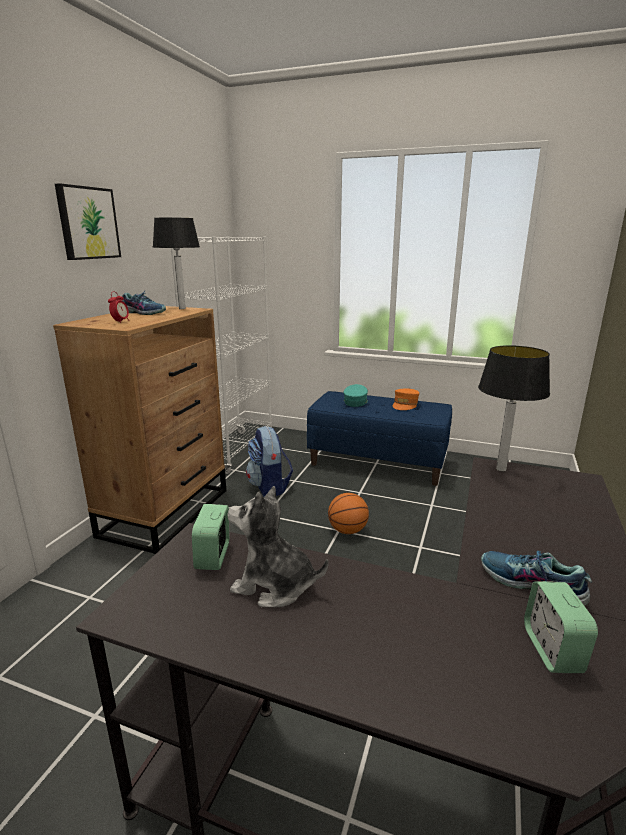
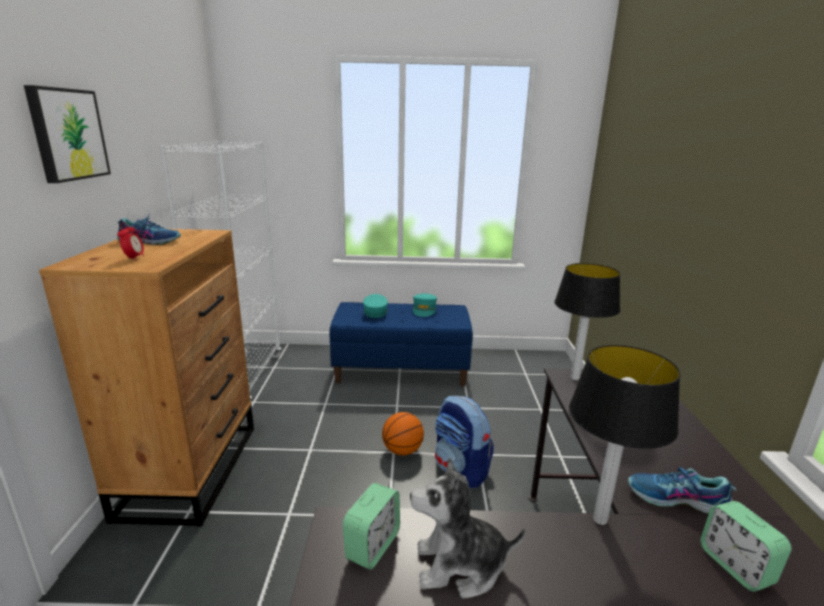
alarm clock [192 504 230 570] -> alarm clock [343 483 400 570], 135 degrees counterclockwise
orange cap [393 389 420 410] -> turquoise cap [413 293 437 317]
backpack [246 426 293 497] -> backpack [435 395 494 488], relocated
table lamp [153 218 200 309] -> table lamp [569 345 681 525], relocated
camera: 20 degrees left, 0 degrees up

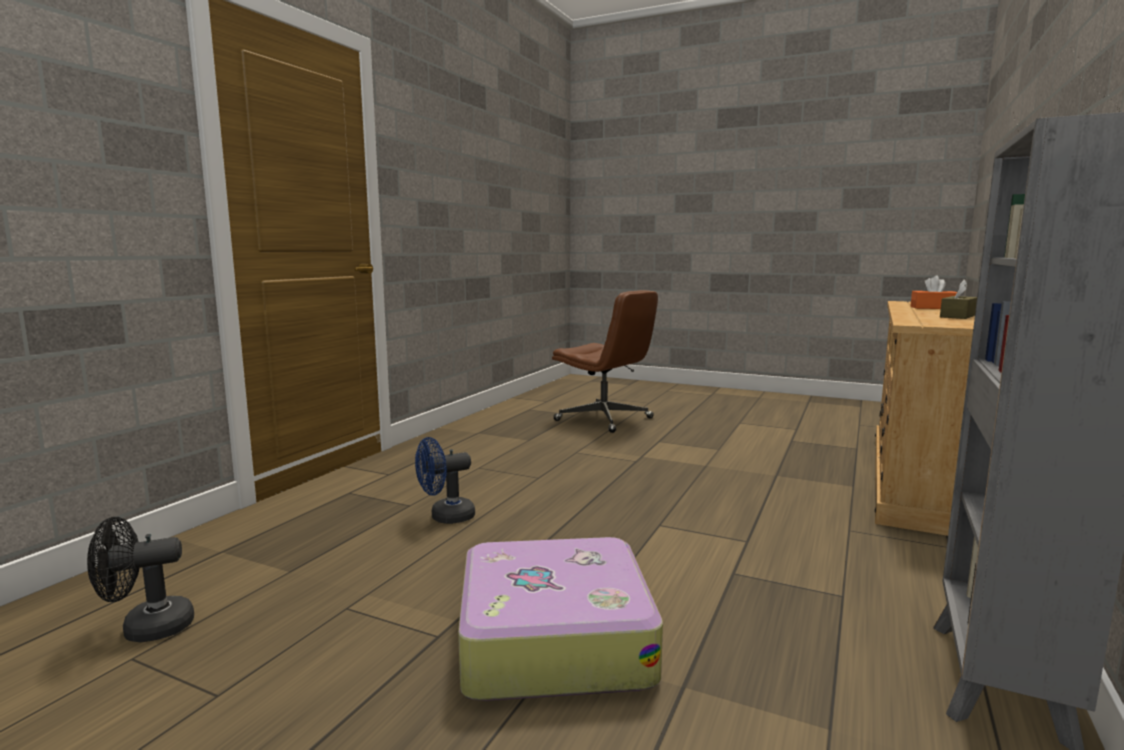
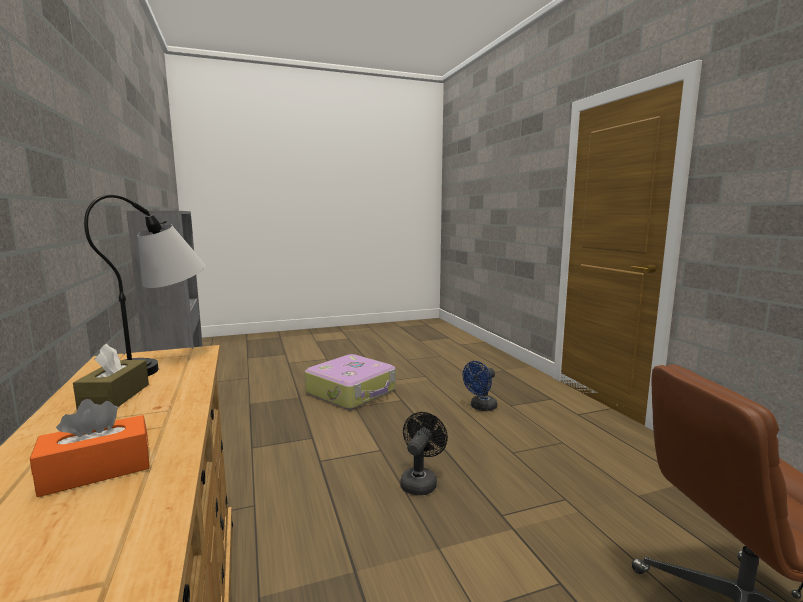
none -> table lamp [84 194 206 376]
black fan [87 517 194 642] -> black fan [400 412 448 495], relocated
blue fan [415 437 475 524] -> blue fan [463 361 497 411], 150 degrees counterclockwise
camera: 135 degrees right, 0 degrees up

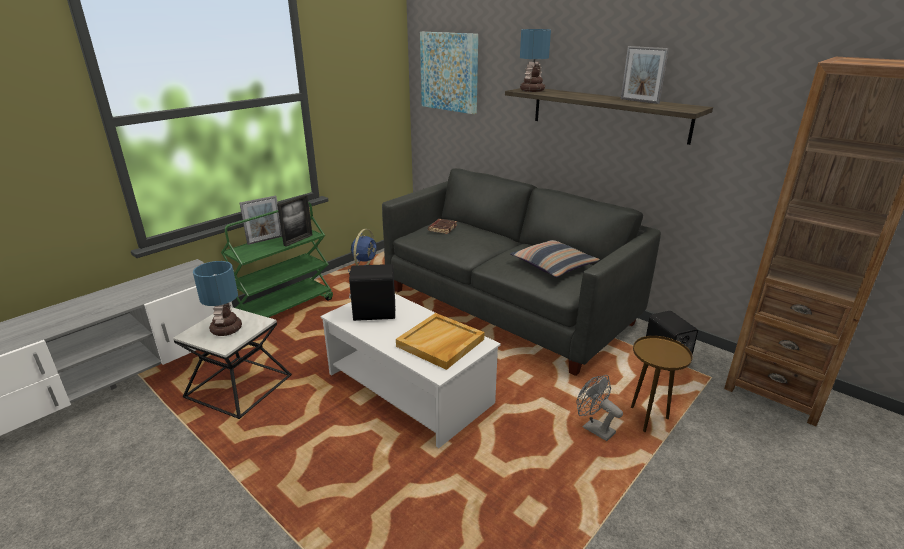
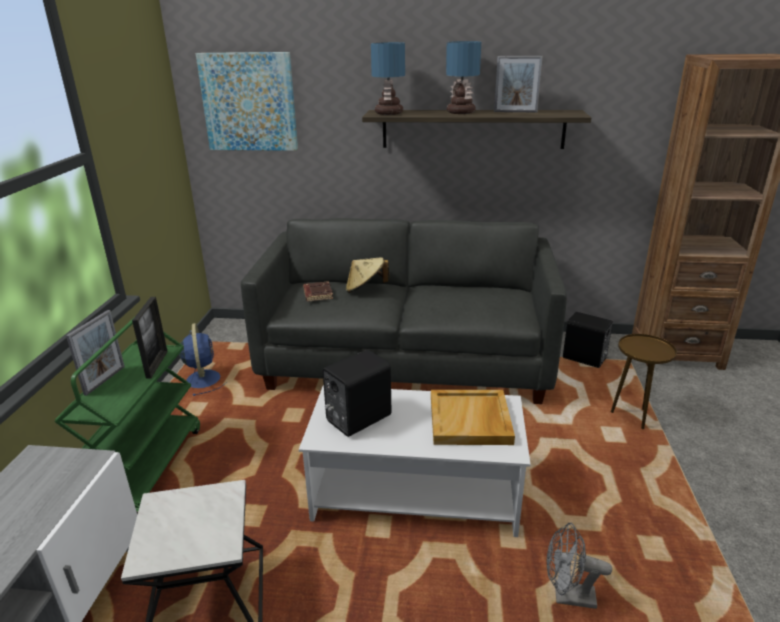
none -> beige hat [346 257 389 293]
table lamp [193 261 242 336] -> table lamp [446 41 481 114], relocated
grey fan [576 375 623 441] -> grey fan [547 523 612 609], relocated
pillow [511 240 600 277] -> none
camera: 35 degrees left, 0 degrees up

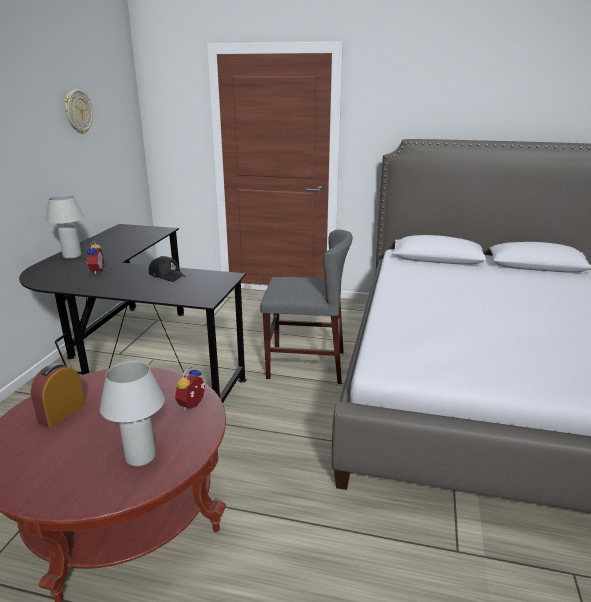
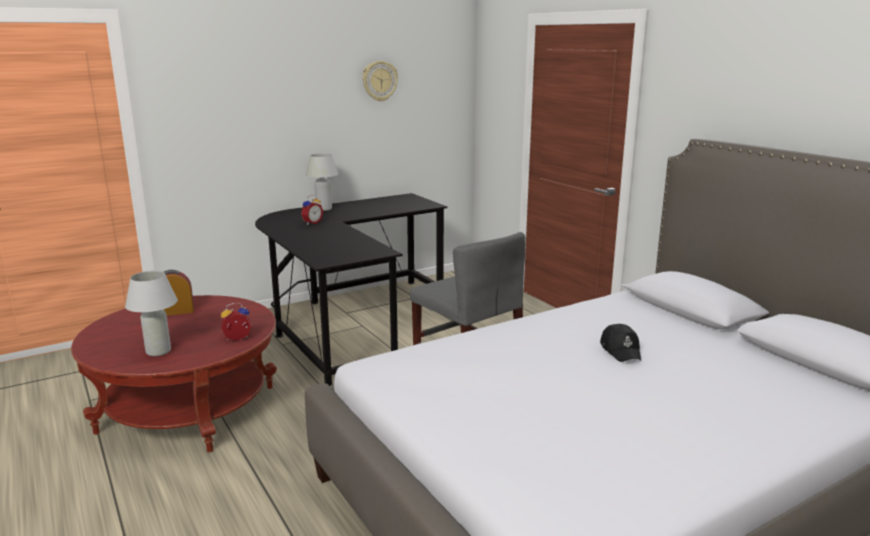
black cap [149 256 186 282] -> black cap [600 324 641 362], relocated
camera: 45 degrees right, 5 degrees down

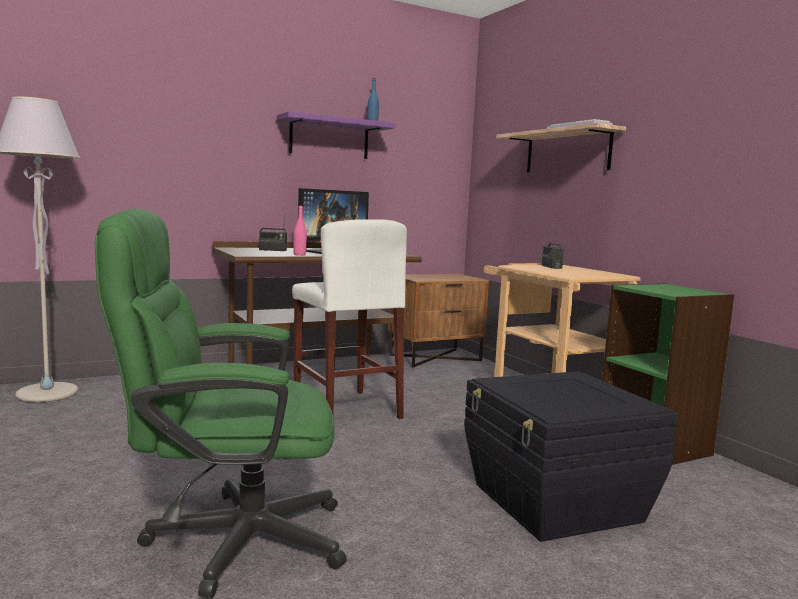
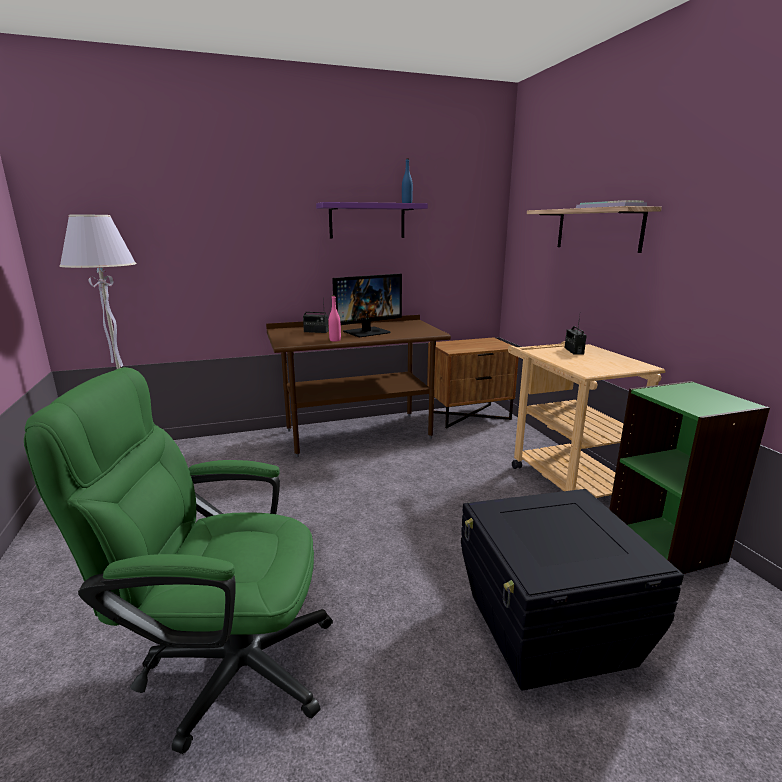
white stool [292 219 407 419] -> none
camera: 10 degrees right, 10 degrees up

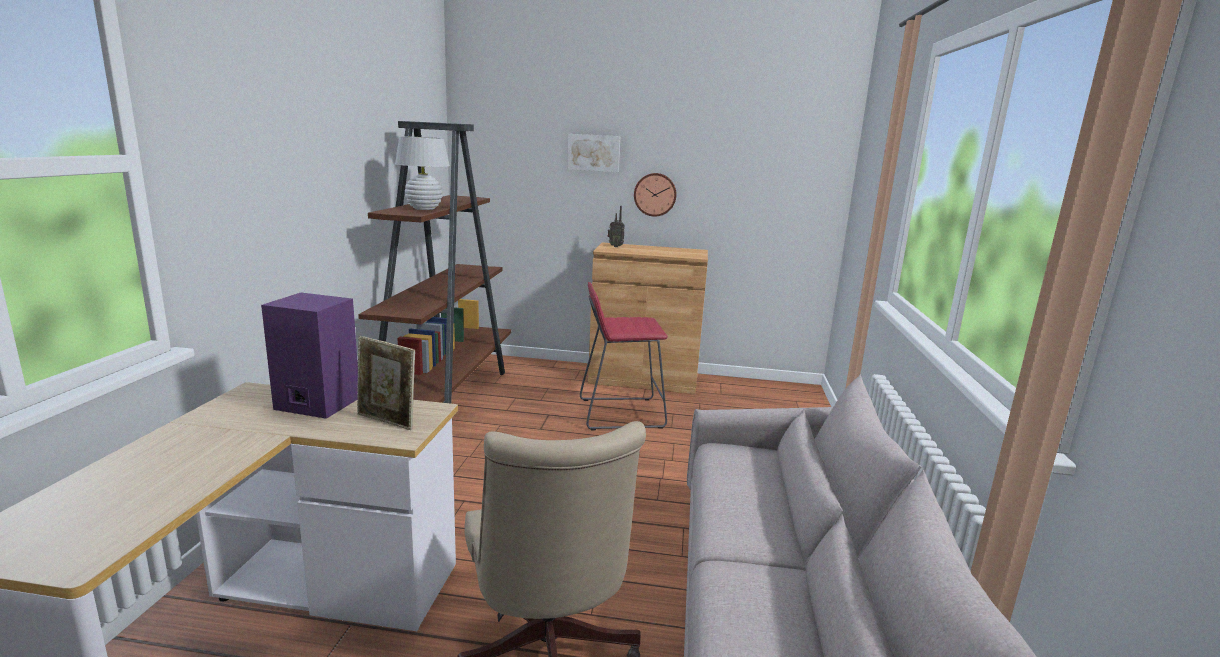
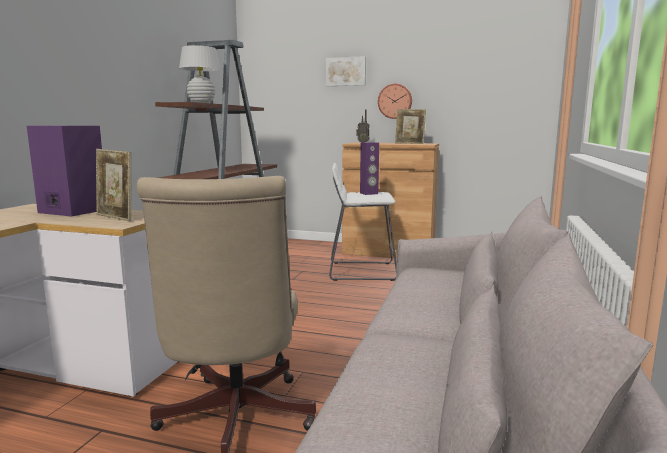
red stool [580 282 668 431] -> white stool [329 163 397 281]
none -> purple speaker [360 142 379 195]
none -> picture frame [395 109 426 144]
camera: 10 degrees right, 5 degrees down

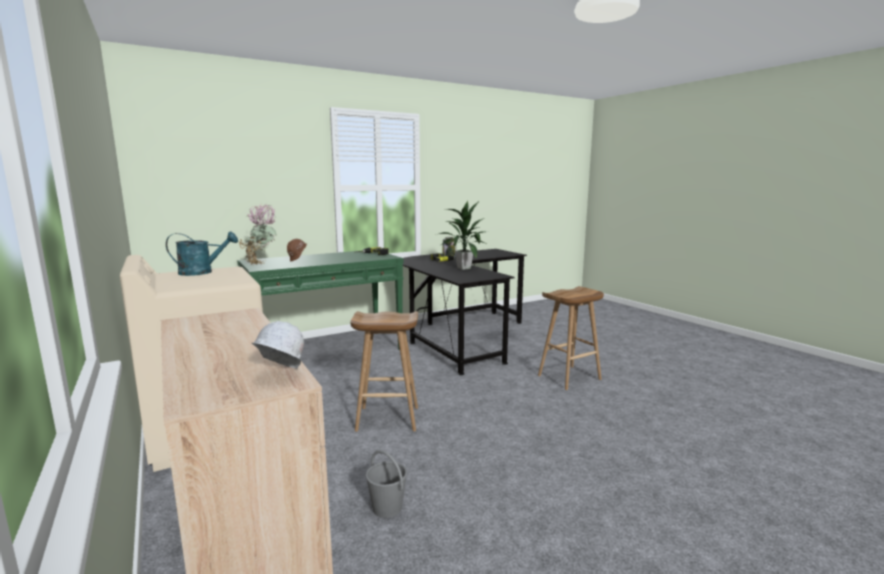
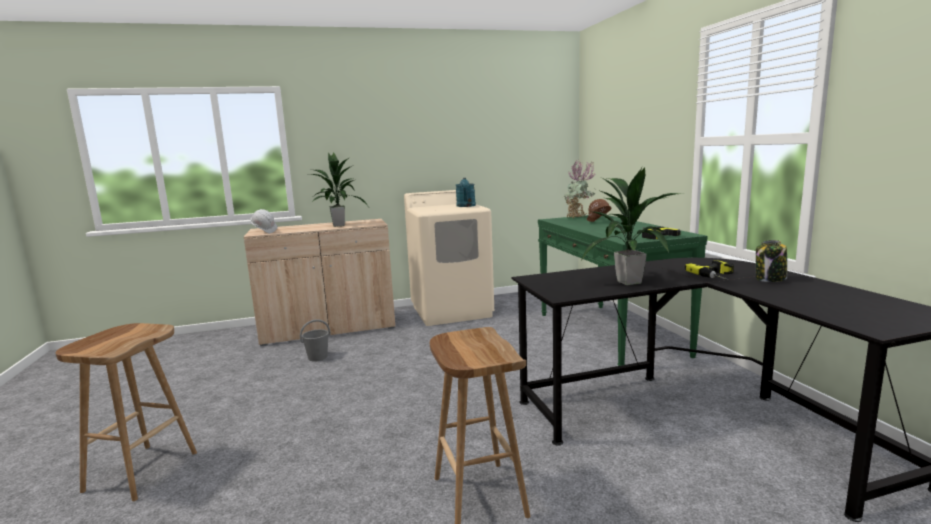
brown stool [350 311 418 432] -> brown stool [55 323 197 501], relocated
none -> potted plant [310 152 368 227]
camera: 105 degrees right, 0 degrees up

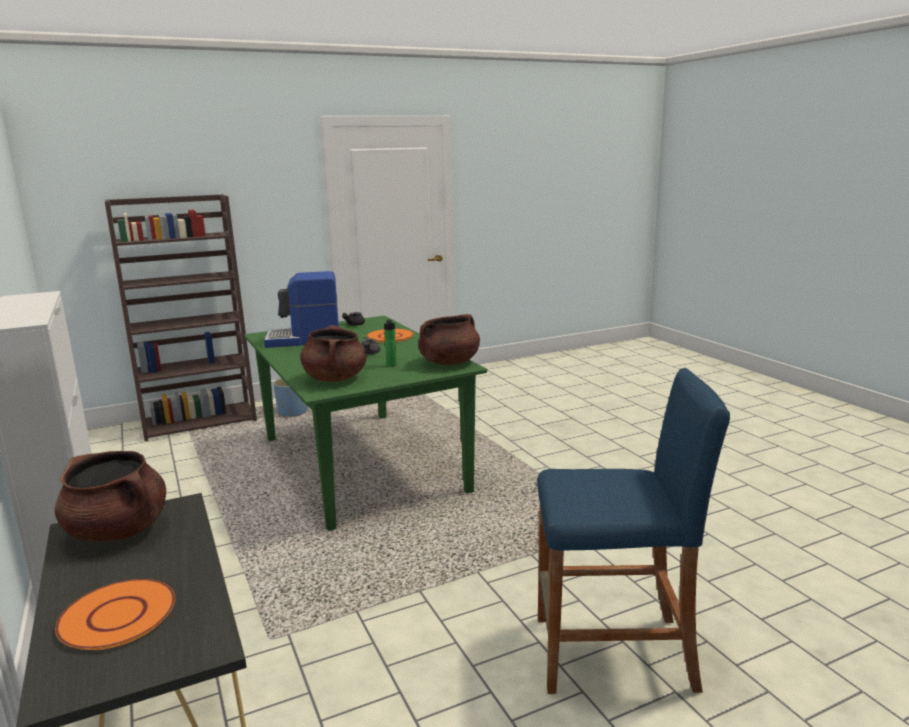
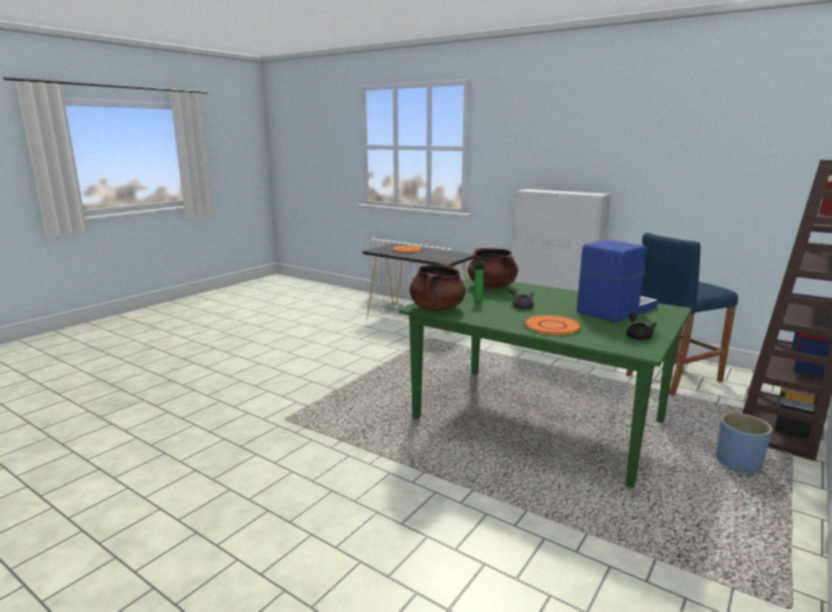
blue stool [537 368 730 694] -> blue stool [626 233 738 396], relocated
brown cooking pot [55 451 166 542] -> none
camera: 150 degrees right, 0 degrees up

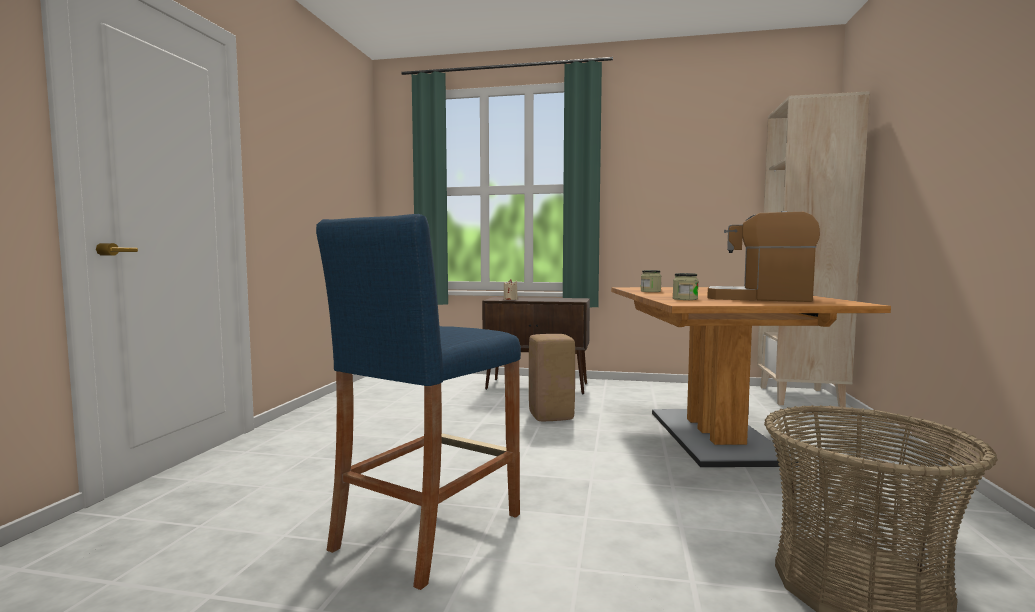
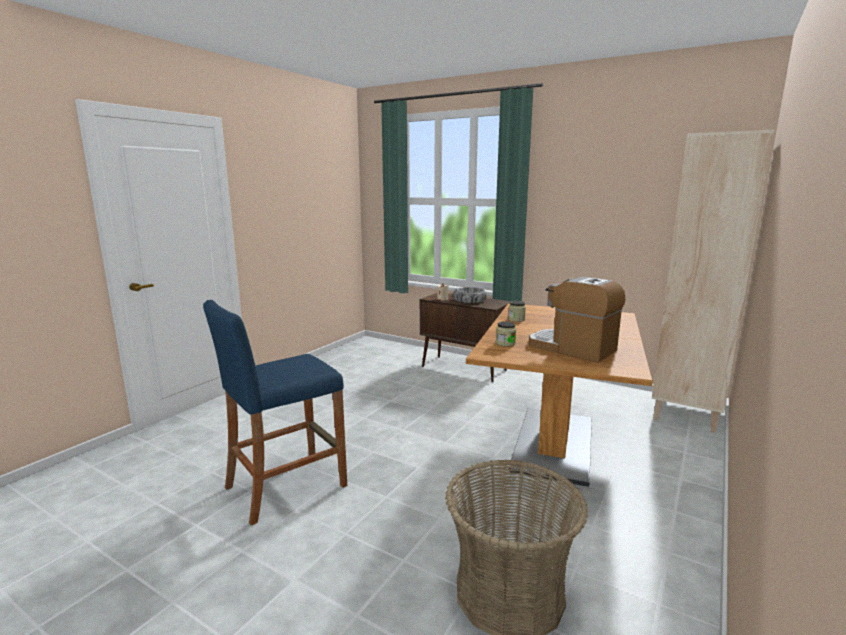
none -> bowl [453 287 487 303]
beige stool [529 334 575 421] -> none
camera: 20 degrees right, 10 degrees up

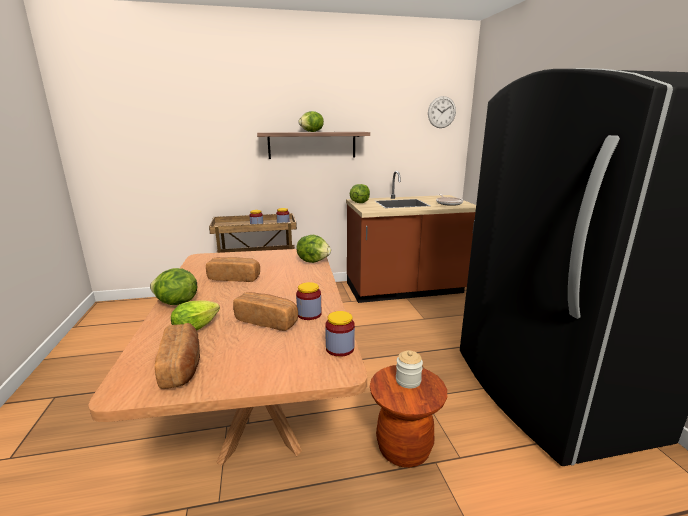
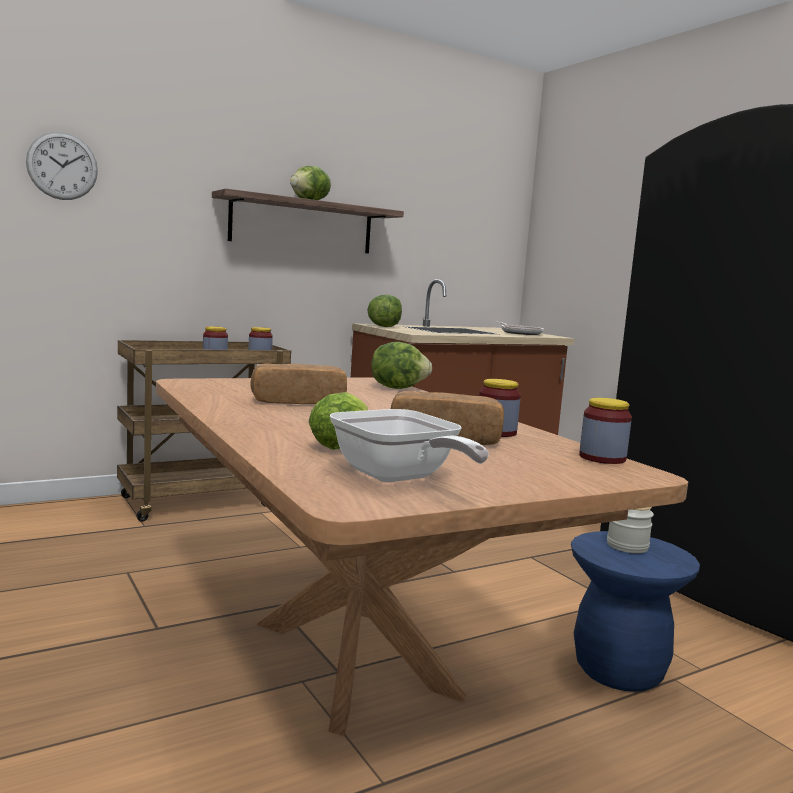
wall clock [428 96 456 128] -> wall clock [26 132 98 200], relocated
bread [155 323 200 389] -> frying pan [330 409 489 482]
brown stool [370 365 447 468] -> blue stool [571 531 700 692]
lettuce [150 268 197 305] -> none
camera: 20 degrees left, 10 degrees down

